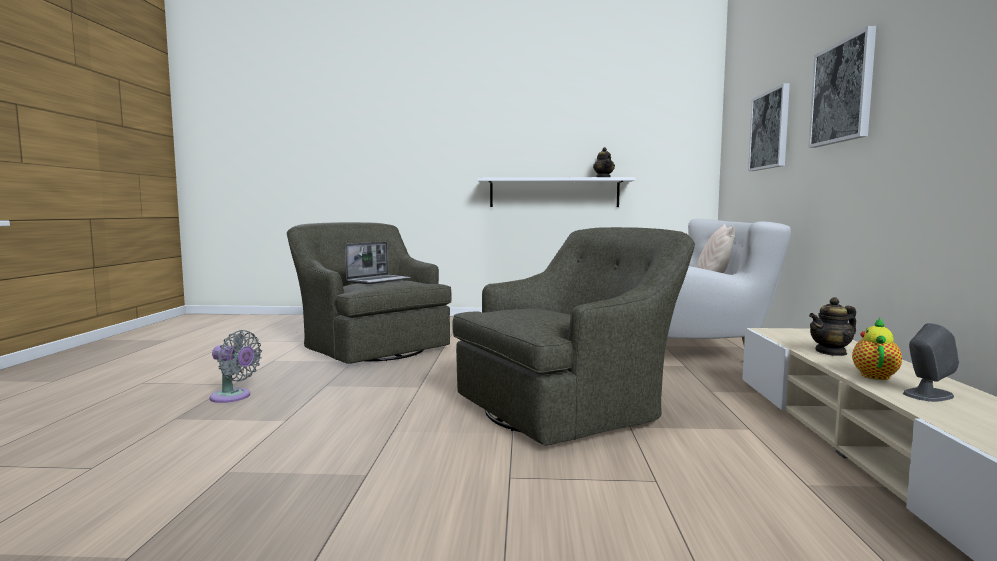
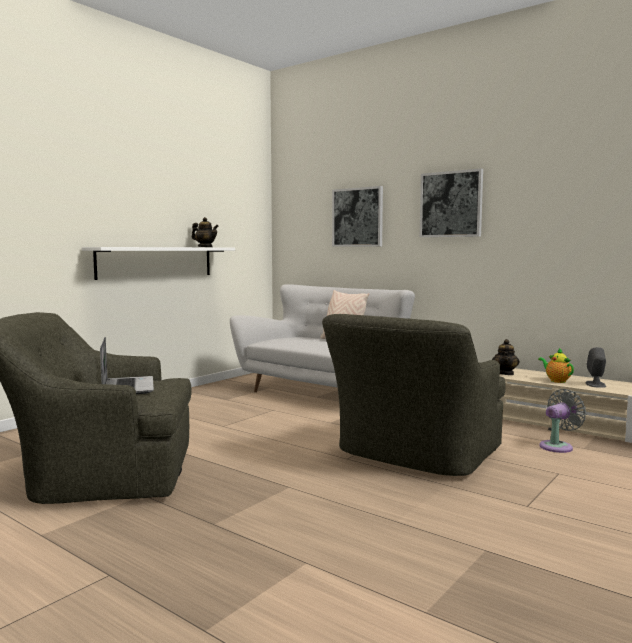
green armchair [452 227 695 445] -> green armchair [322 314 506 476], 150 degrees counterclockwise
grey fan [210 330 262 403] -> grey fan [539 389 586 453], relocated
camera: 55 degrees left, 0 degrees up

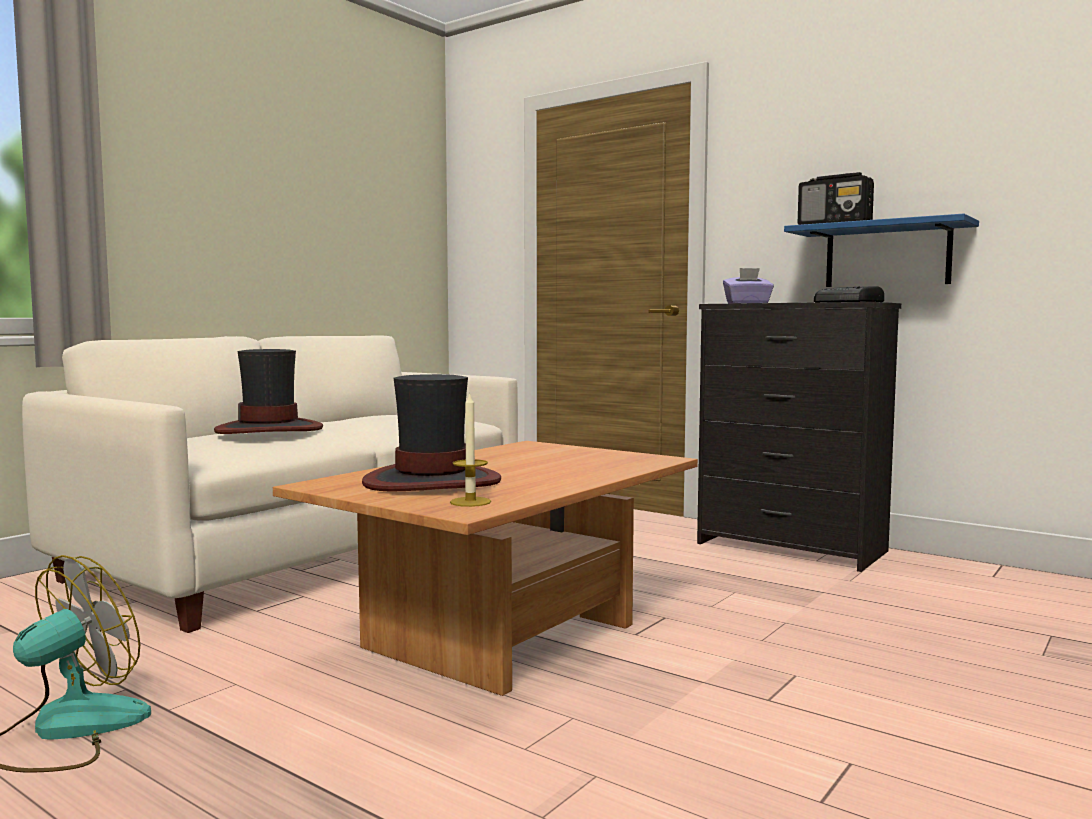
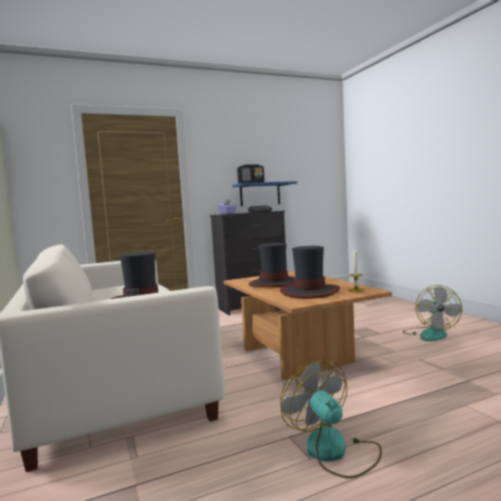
none -> hat [249 243 294 287]
none -> fan [403 285 462 341]
camera: 60 degrees left, 0 degrees up

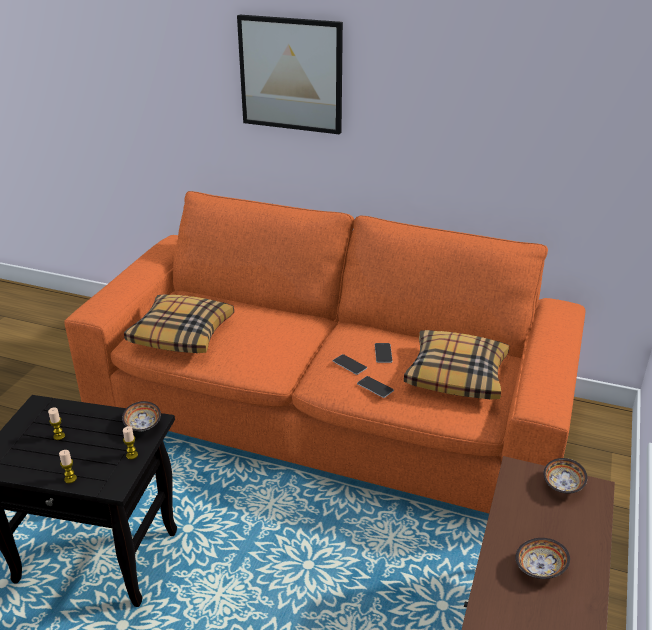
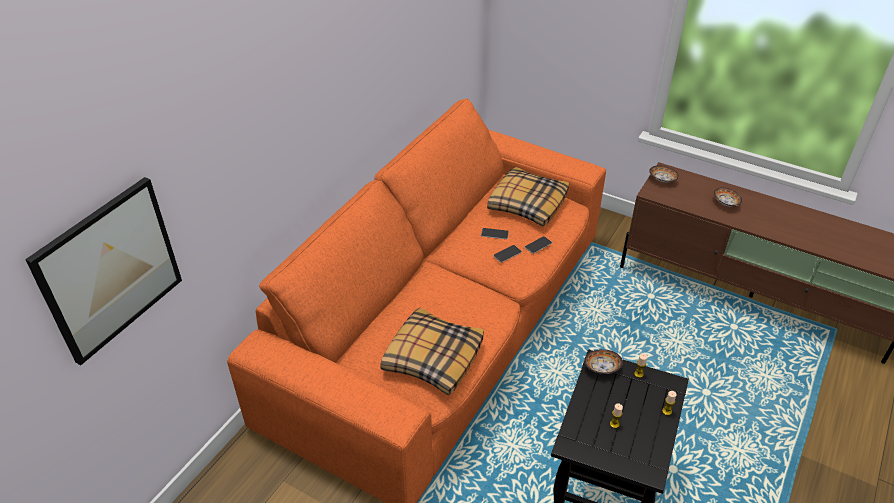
picture [237 14 343 135] -> picture [25 177 182 365], relocated
camera: 80 degrees left, 10 degrees up

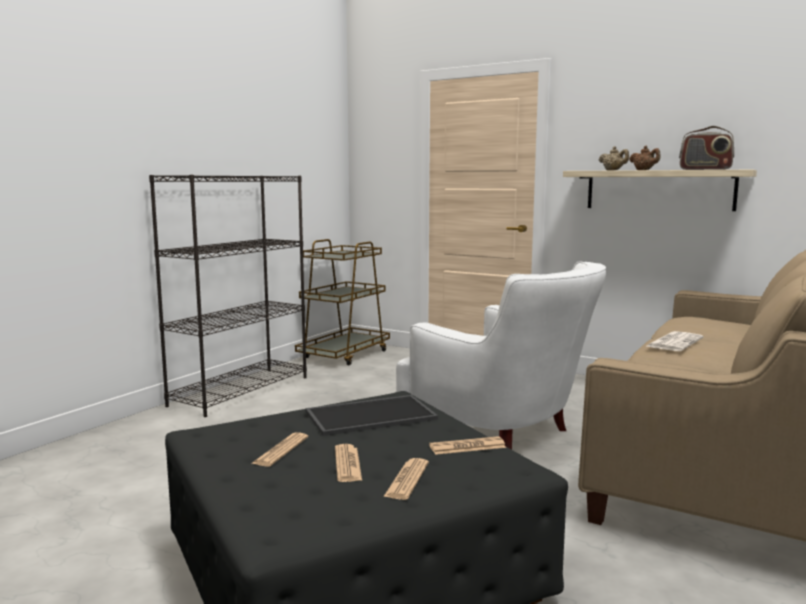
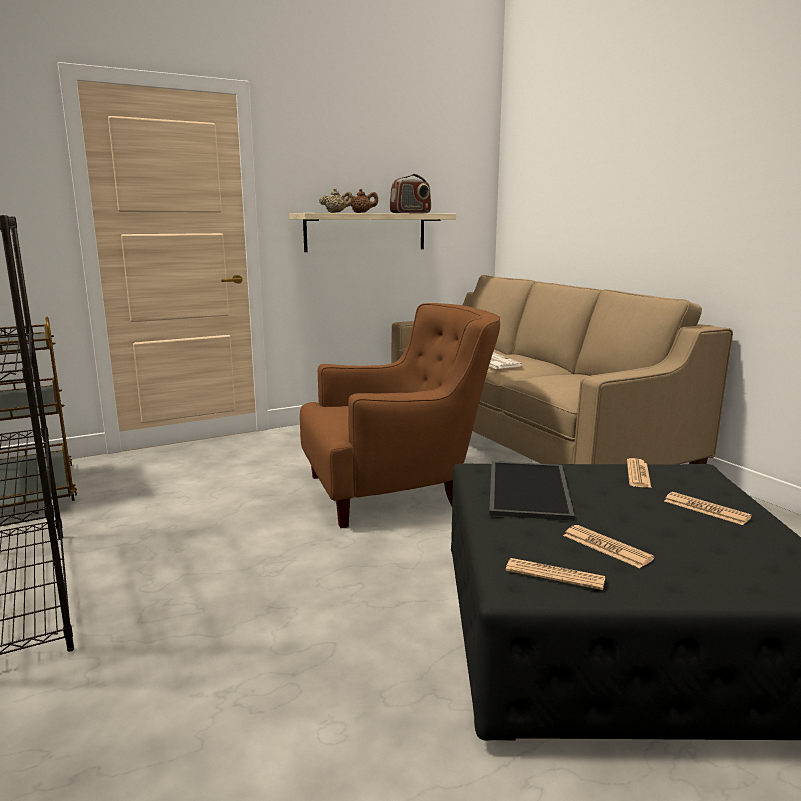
white armchair [396 261 606 450] -> brown armchair [300 303 500 528]
newspaper [335 444 362 482] -> newspaper [506 558 605 590], relocated
camera: 60 degrees left, 5 degrees up

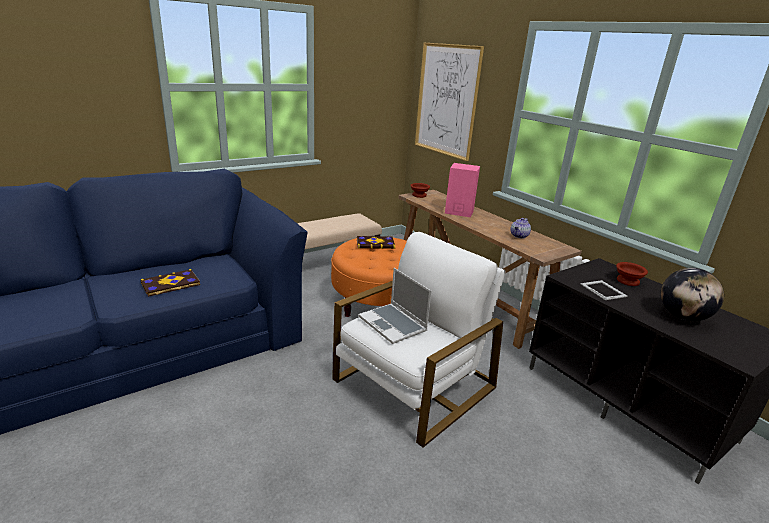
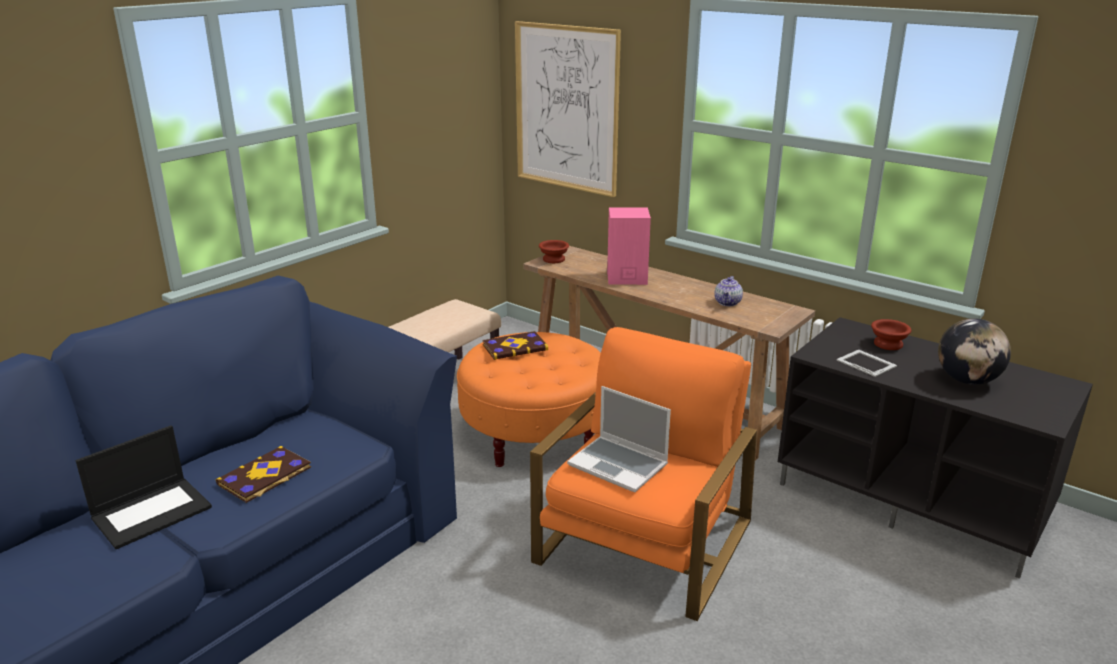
none -> laptop [76 425 212 549]
white armchair [332 232 506 448] -> orange armchair [530 327 757 621]
camera: 15 degrees left, 0 degrees up

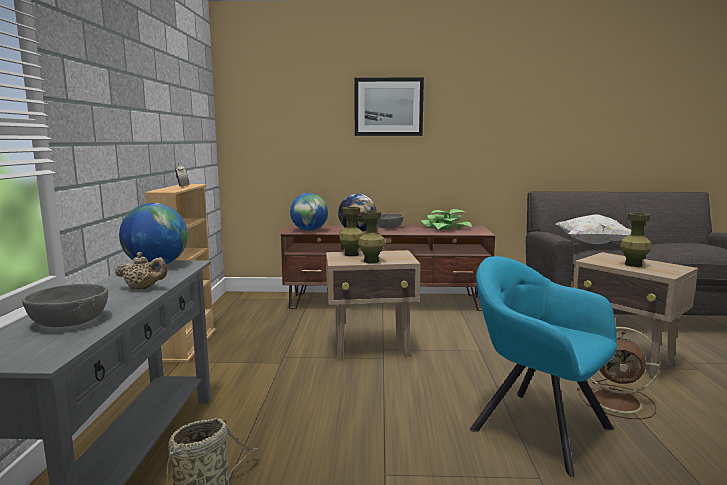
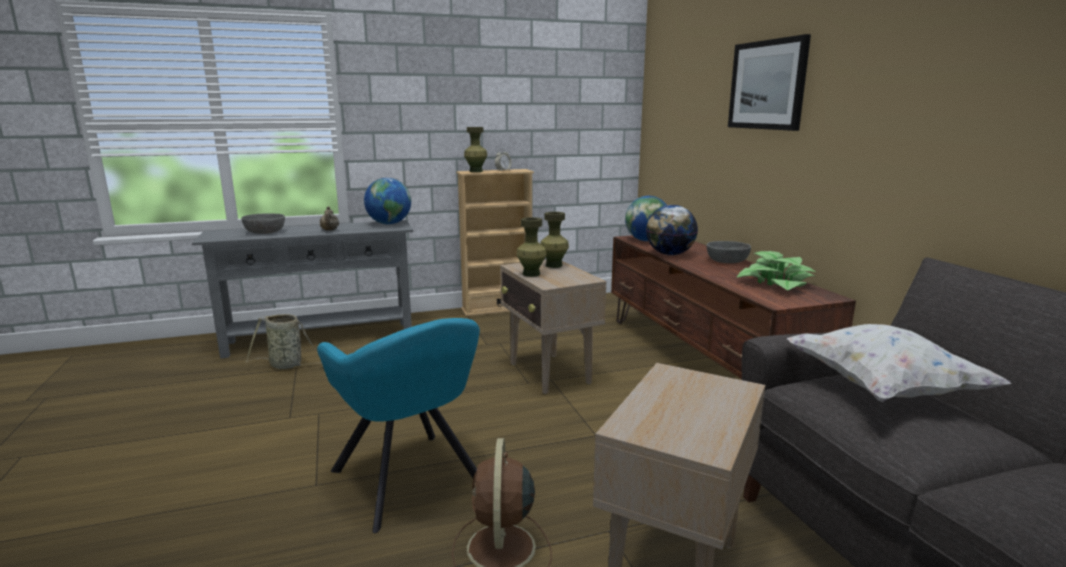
turquoise armchair [469 256 617 477] -> turquoise armchair [317 318 480 533], 120 degrees clockwise
green vase [620 213 651 267] -> green vase [464 127 487 172], relocated
camera: 70 degrees right, 5 degrees up

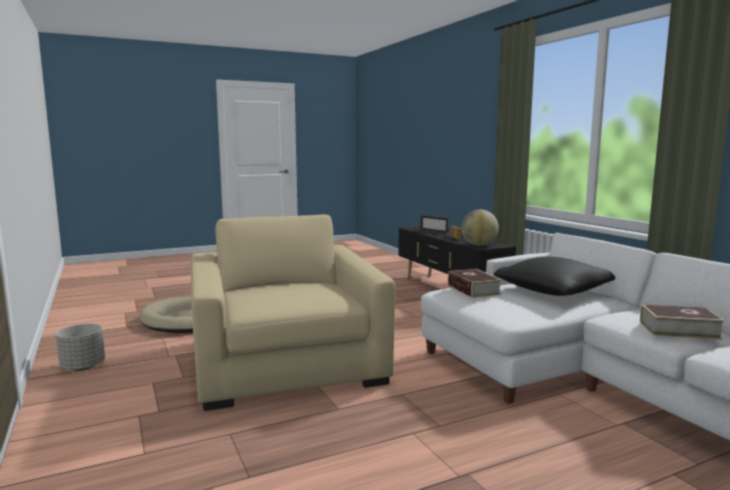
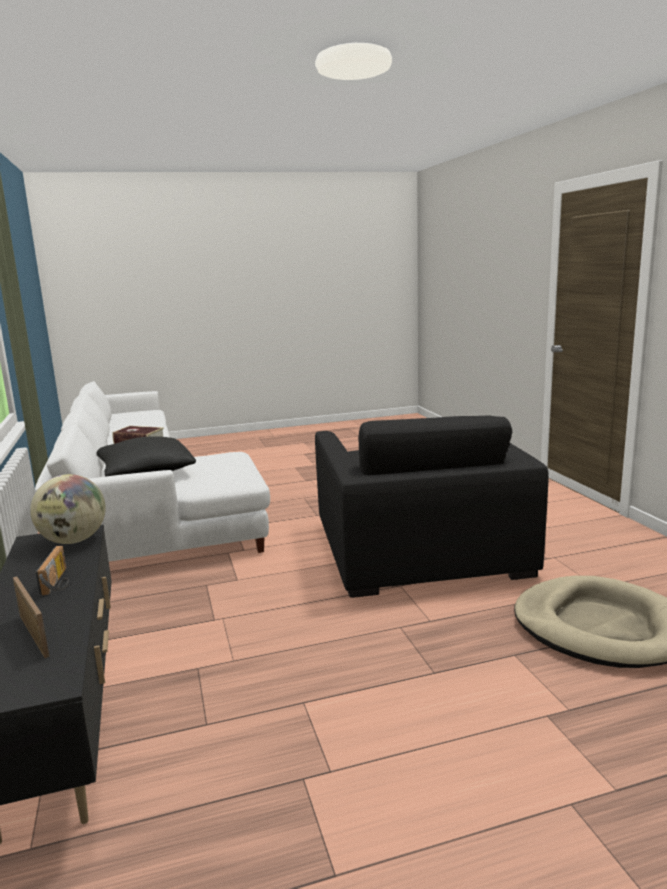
beige armchair [191 215 395 411] -> black armchair [315 416 549 598]
grey planter [56 323 105 371] -> none
book [448 269 502 298] -> none
camera: 170 degrees left, 5 degrees up

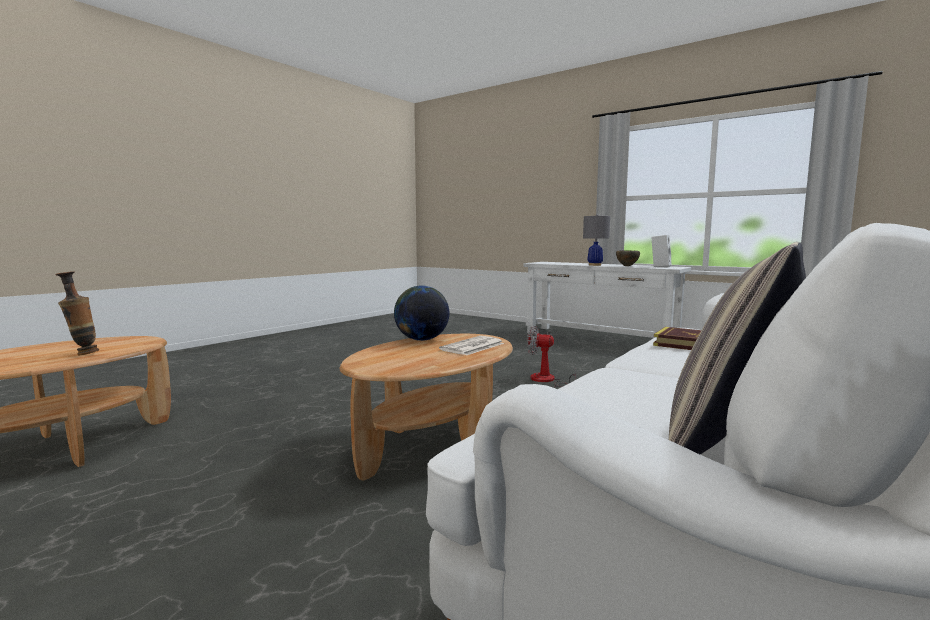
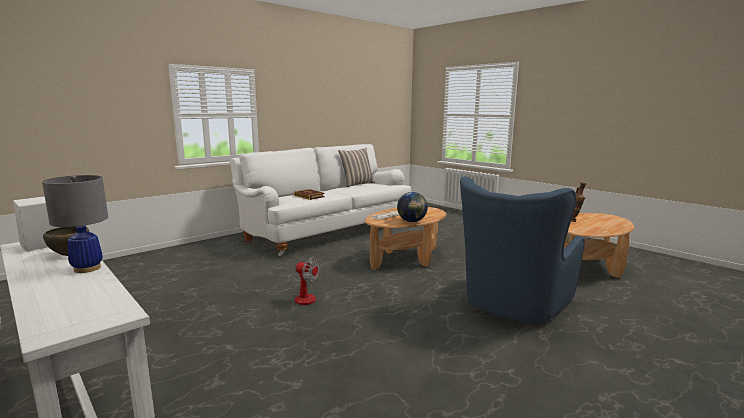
none -> blue armchair [460 177 585 323]
camera: 170 degrees left, 5 degrees up

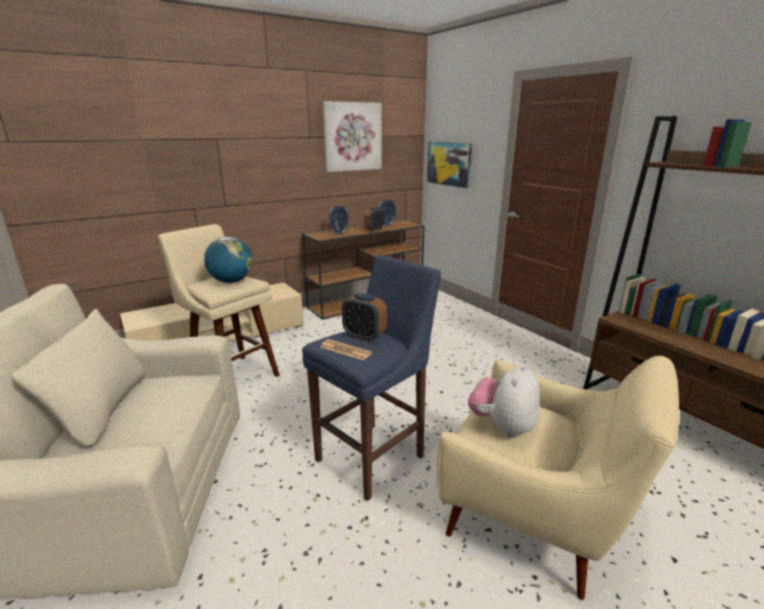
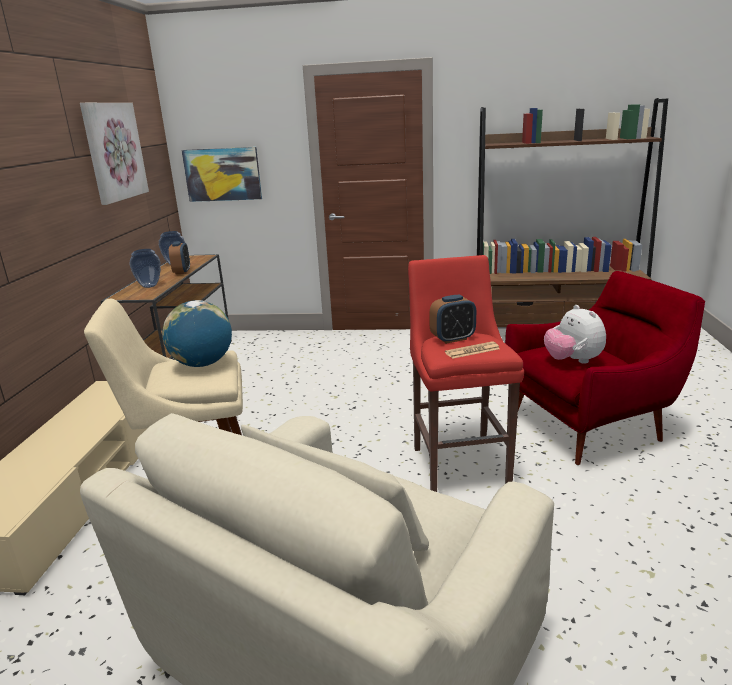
blue stool [302 255 441 501] -> red stool [408 255 524 492]
beige armchair [437 356 679 600] -> red armchair [505 271 706 465]
camera: 50 degrees left, 0 degrees up

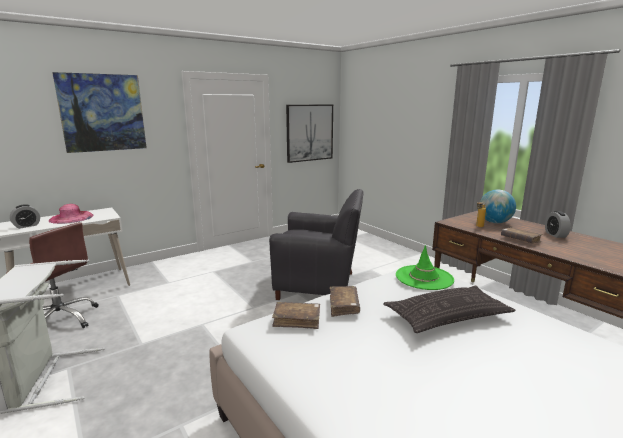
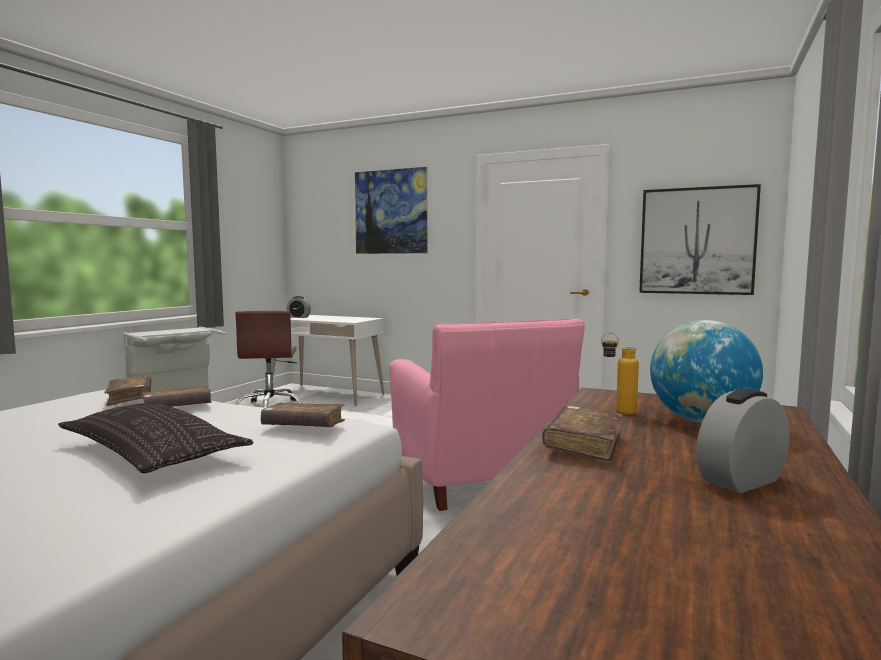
green hat [396 245 454 290] -> brown book [261 403 345 427]
black armchair [269 189 364 300] -> pink armchair [389 318 585 511]
pink hat [49 204 94 224] -> none
camera: 60 degrees right, 10 degrees down

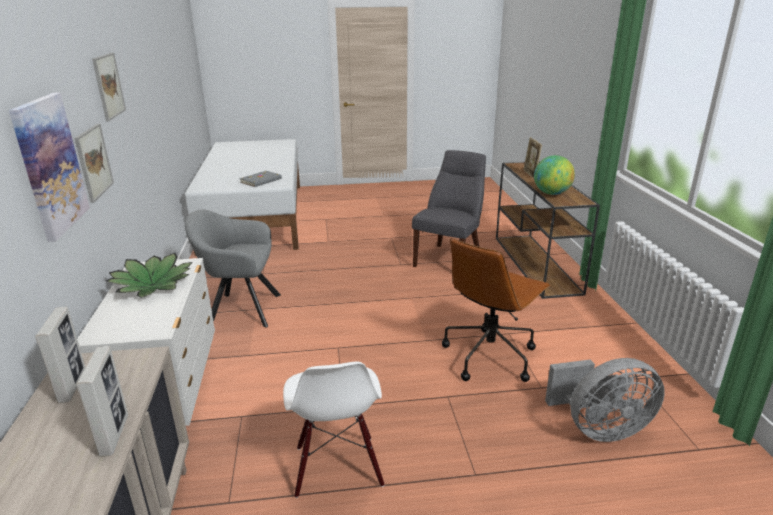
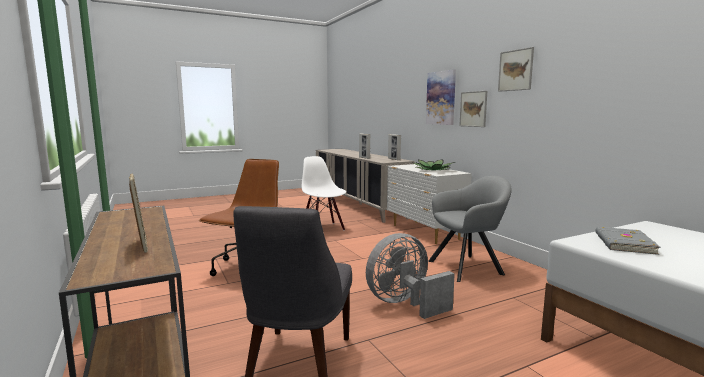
grey fan [545 358 665 442] -> grey fan [366 233 455 319], relocated
globe [534 155 575 195] -> none
camera: 160 degrees right, 15 degrees down

